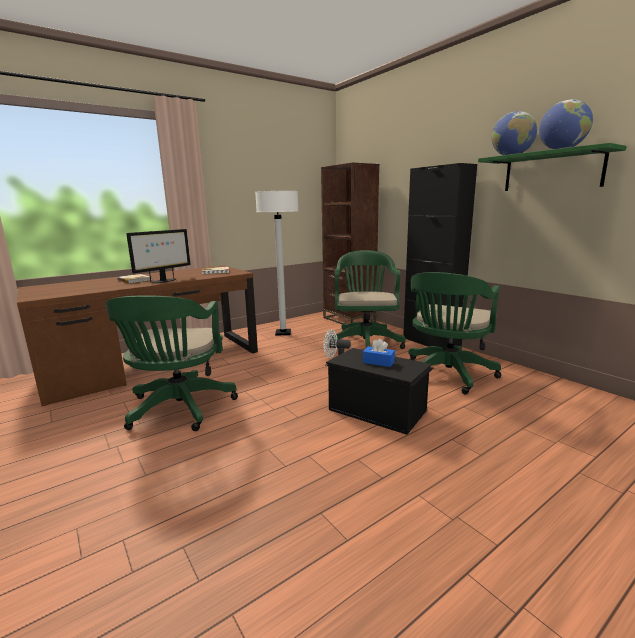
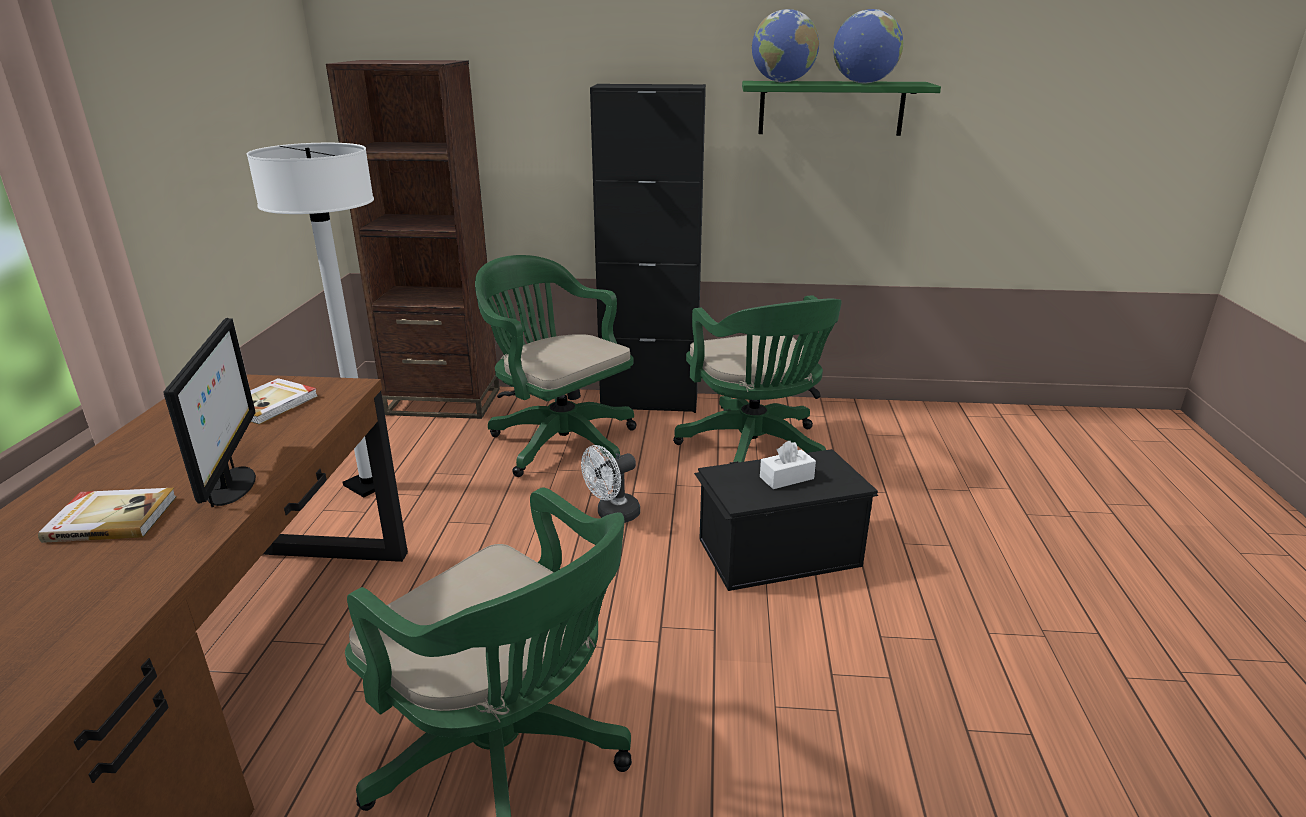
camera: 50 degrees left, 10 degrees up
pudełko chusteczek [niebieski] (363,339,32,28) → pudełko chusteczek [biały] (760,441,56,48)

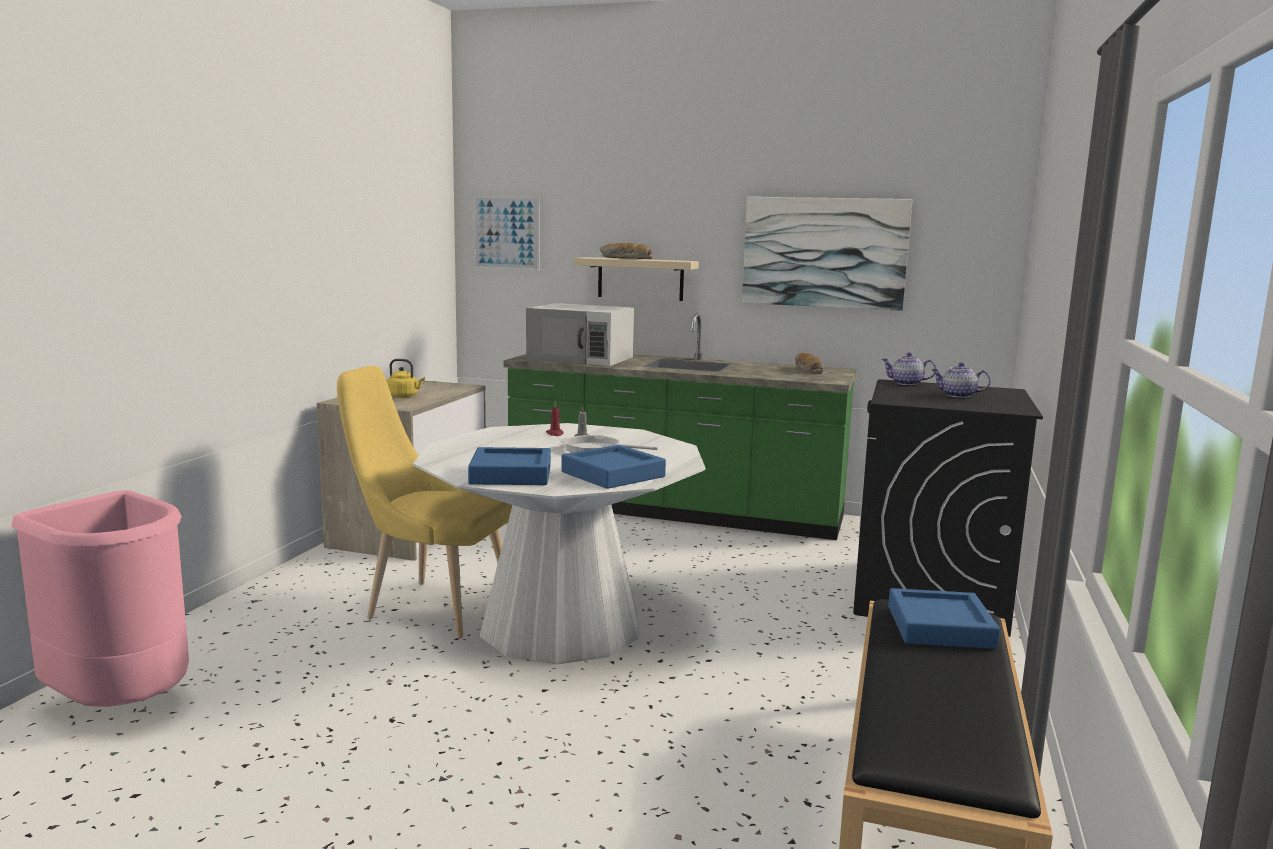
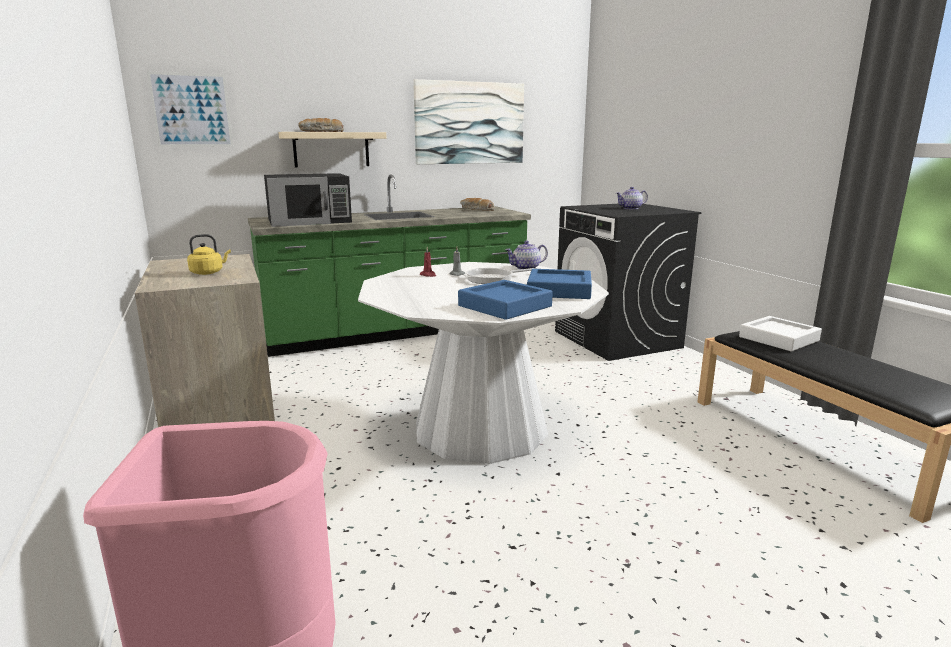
camera: 40 degrees left, 5 degrees up
krzesło [żółty] (337,366,175,272) → -
imbryk (882,352,54,33) → imbryk (505,241,43,28), shifted
mikrofalówka [biały] (526,303,108,63) → mikrofalówka [czarny] (264,173,88,54)
taca [niebieski] (888,588,112,61) → taca [biały] (739,316,83,35)

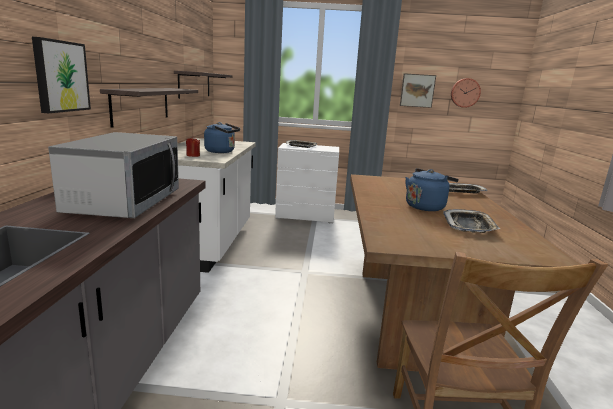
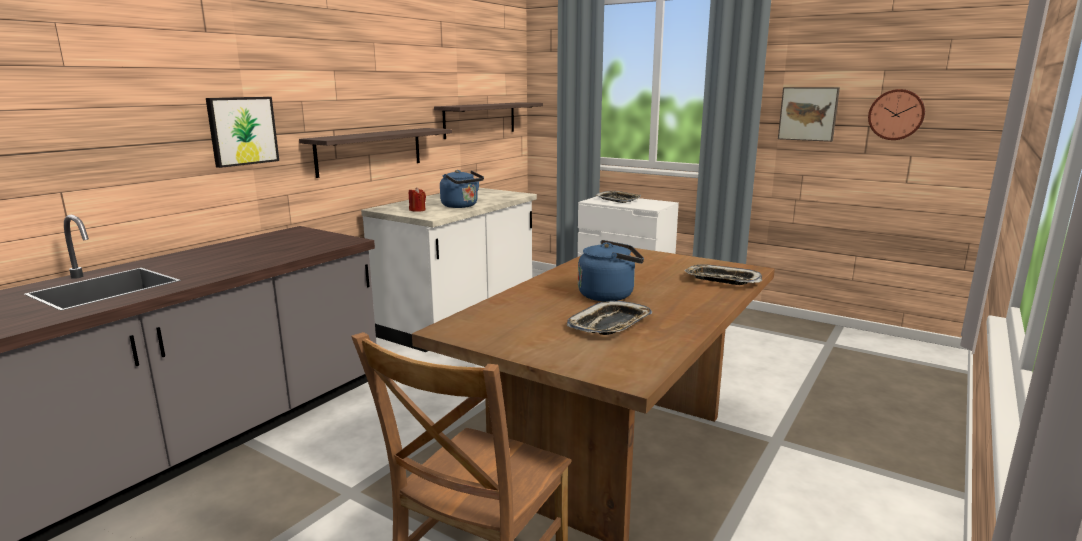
camera: 30 degrees right, 0 degrees up
mikrofalówka (48,132,131,86) → -

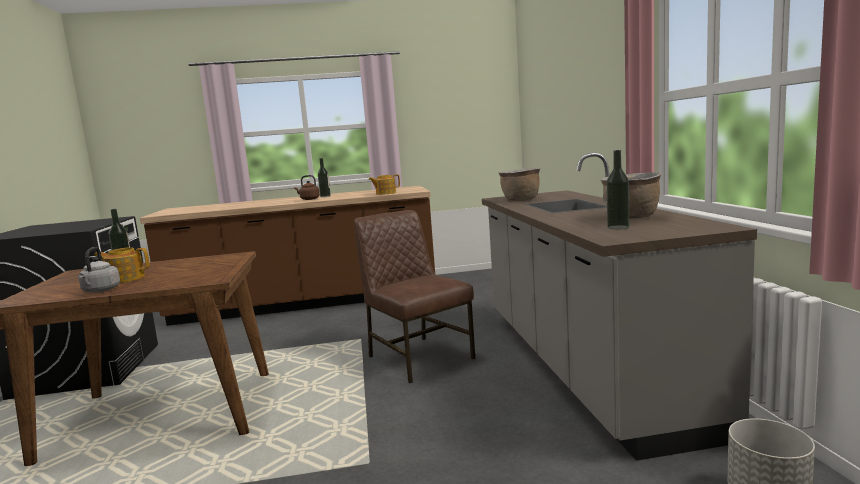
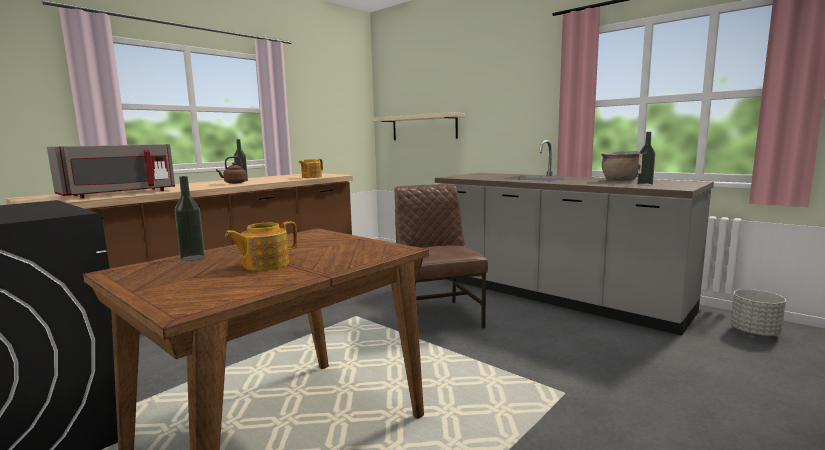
camera: 40 degrees left, 0 degrees up
czajnik [szary] (78,247,42,45) → -
garnek [brązowy] (498,168,42,33) → -
- → mikrofalówka [szary] (47,144,128,54)
- → półka [beżowy] (373,112,92,28)
krzesło [brązowy] (354,210,122,173) → krzesło [brązowy] (394,184,94,144), 60 degrees clockwise

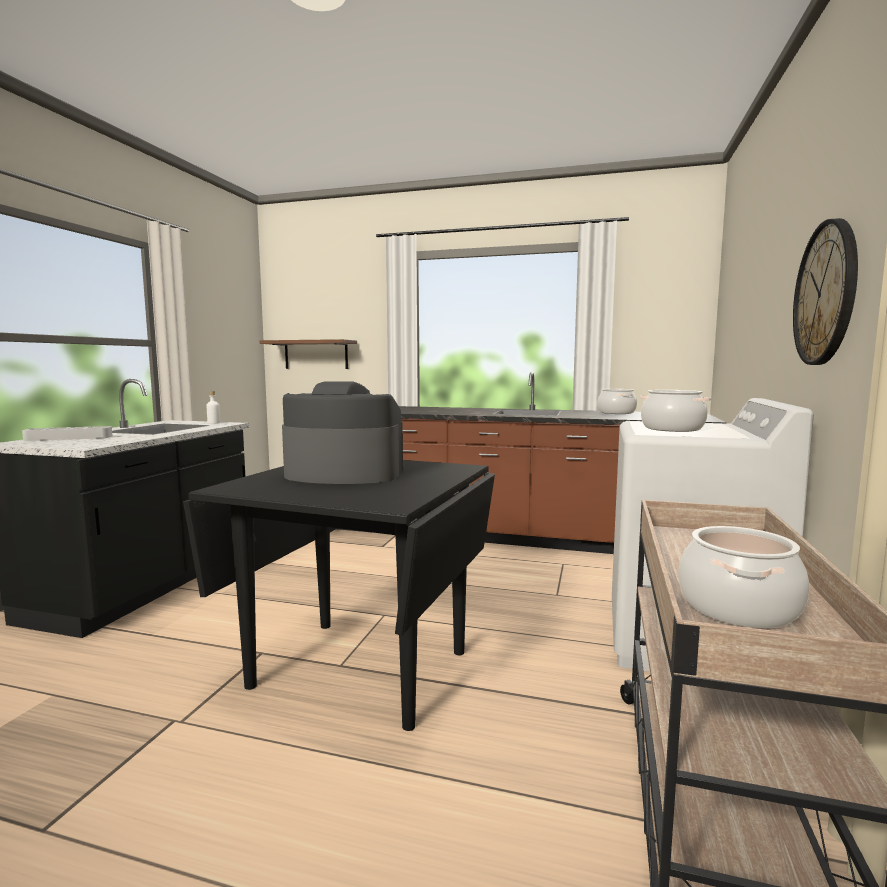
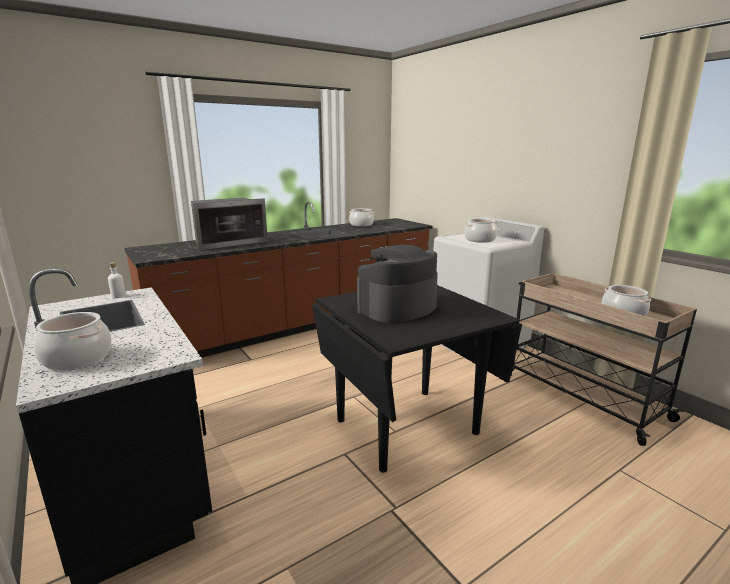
camera: 50 degrees left, 10 degrees up
półka (259,339,98,30) → -
zegar ścienny (793,218,65,147) → -
- → mikrofalówka (191,198,77,52)
taca [szary] (22,426,91,15) → garnek (33,312,79,58)

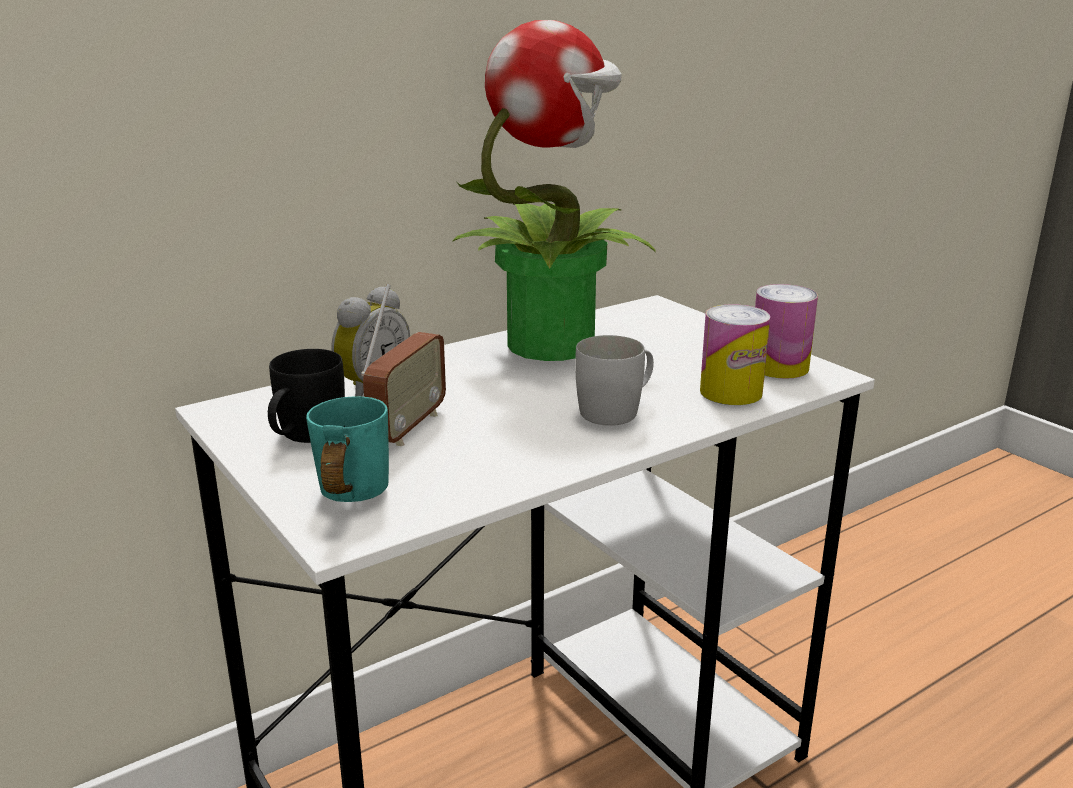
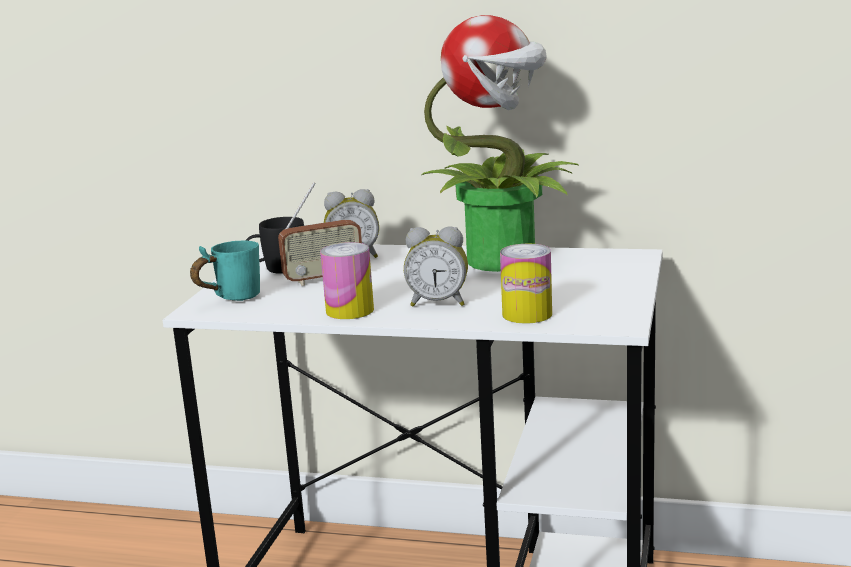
camera: 50 degrees right, 5 degrees down
puszka (755,284,63,95) → puszka (320,242,54,77), shifted
kubek [biały] (575,335,79,91) → budzik (404,226,64,80)

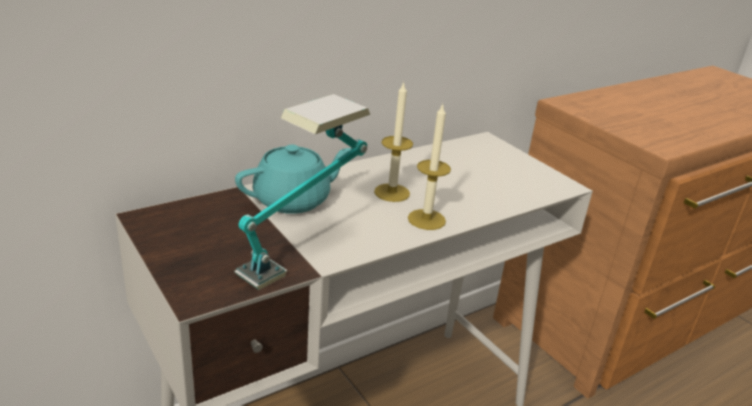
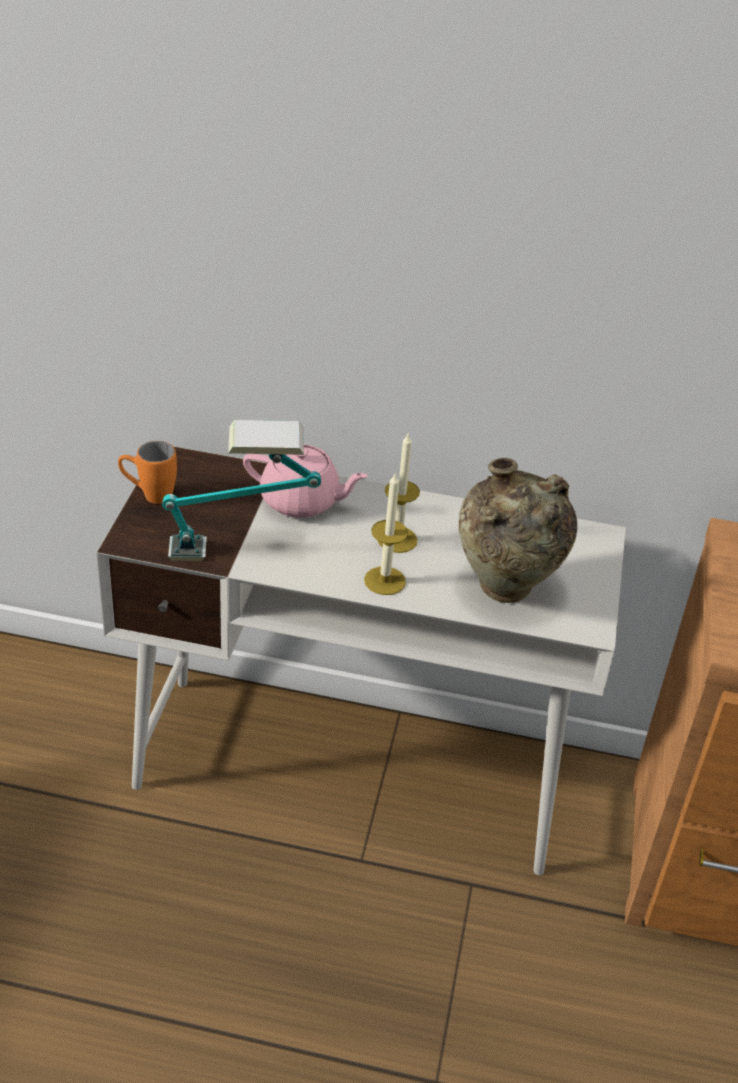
camera: 45 degrees right, 10 degrees up
- → kubek [pomarańczowy] (118,441,59,63)
- → wazon [beżowy] (459,458,118,145)
imbryk [turkusowy] (235,144,116,70) → imbryk [różowy] (243,444,125,74)

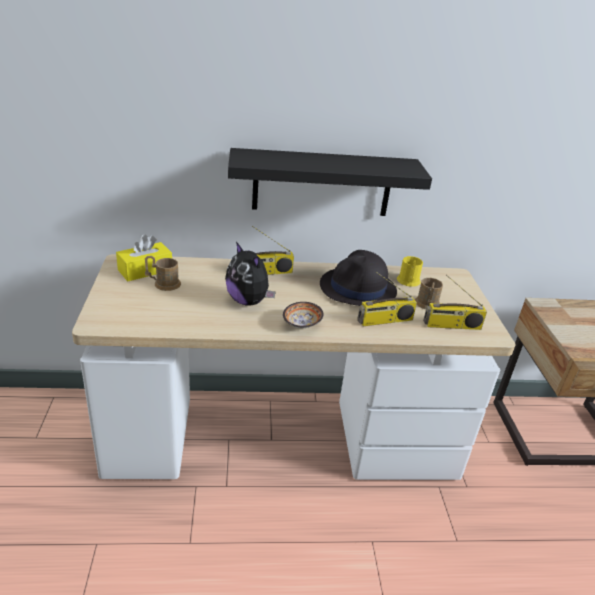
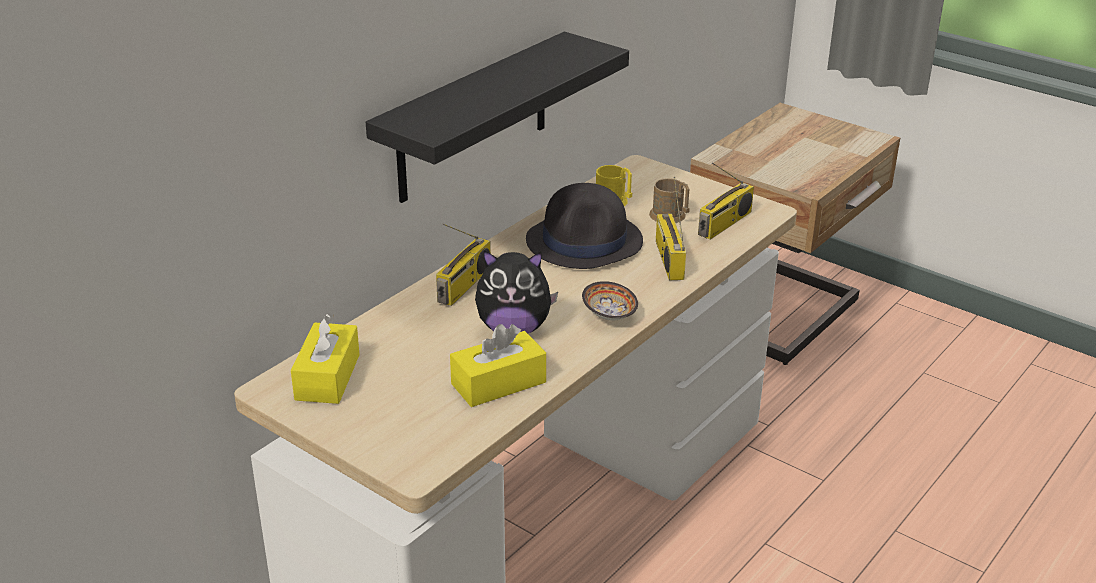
camera: 45 degrees left, 0 degrees up
kubek [brązowy] (145,256,36,35) → -
- → pudełko chusteczek [żółty] (450,324,96,83)
radio (357,272,60,54) → radio (656,177,30,104), 150 degrees clockwise

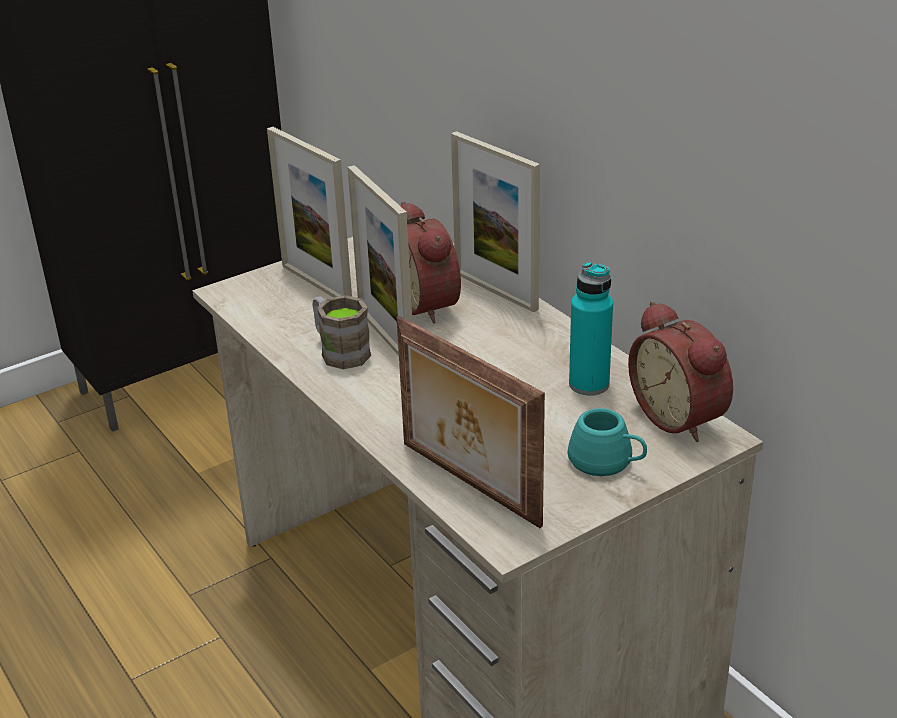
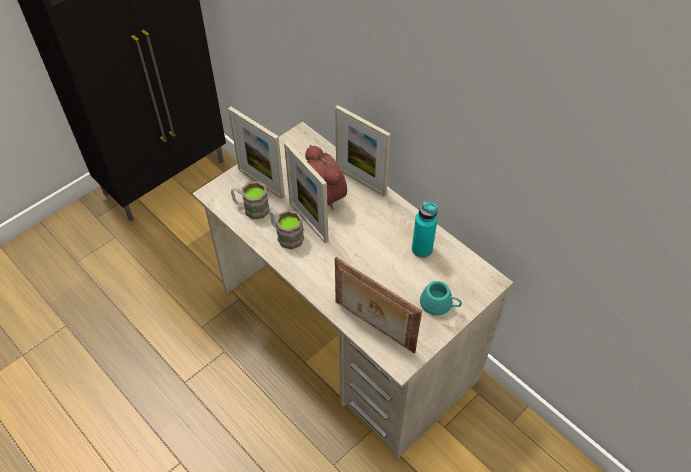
camera: 10 degrees left, 20 degrees up
budzik (628,301,105,141) → -
- → kubek [brązowy] (231,181,39,39)

